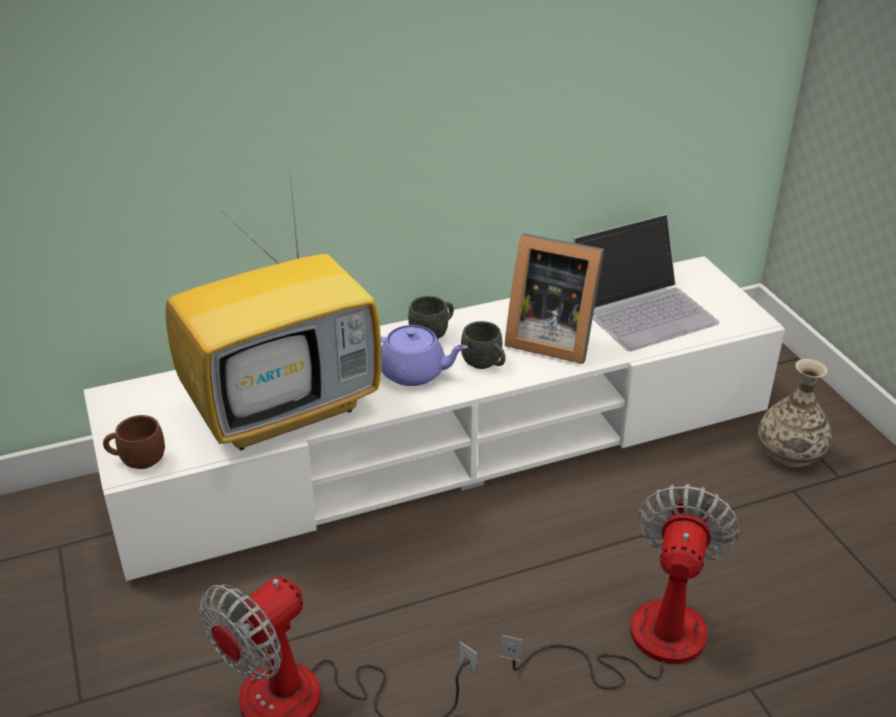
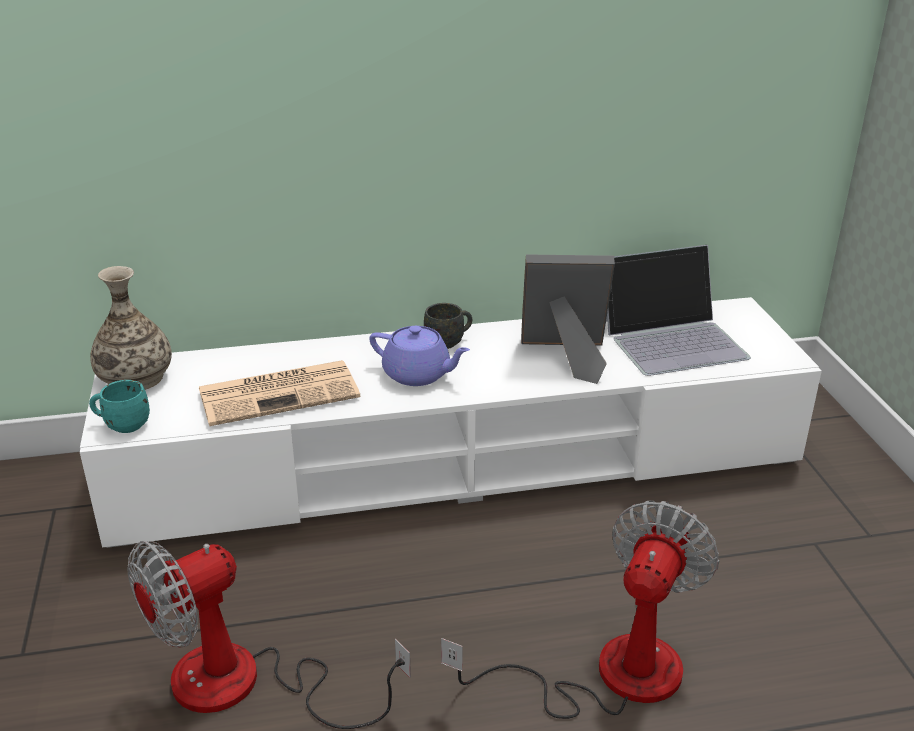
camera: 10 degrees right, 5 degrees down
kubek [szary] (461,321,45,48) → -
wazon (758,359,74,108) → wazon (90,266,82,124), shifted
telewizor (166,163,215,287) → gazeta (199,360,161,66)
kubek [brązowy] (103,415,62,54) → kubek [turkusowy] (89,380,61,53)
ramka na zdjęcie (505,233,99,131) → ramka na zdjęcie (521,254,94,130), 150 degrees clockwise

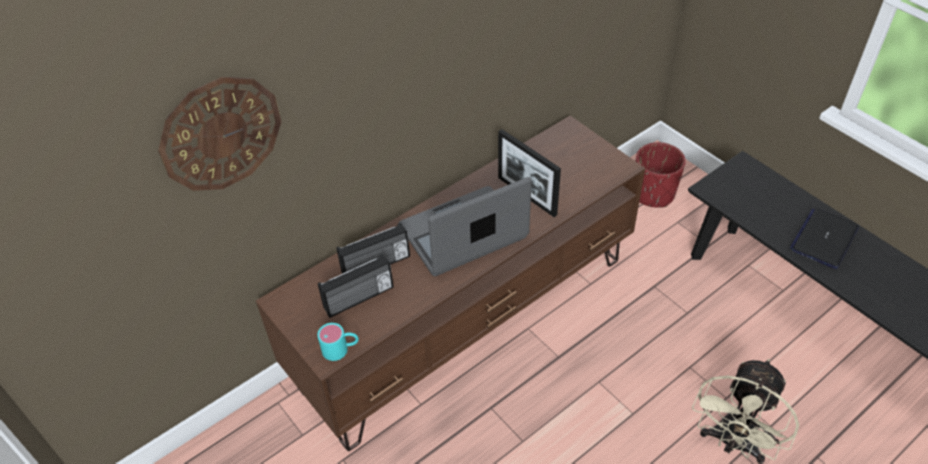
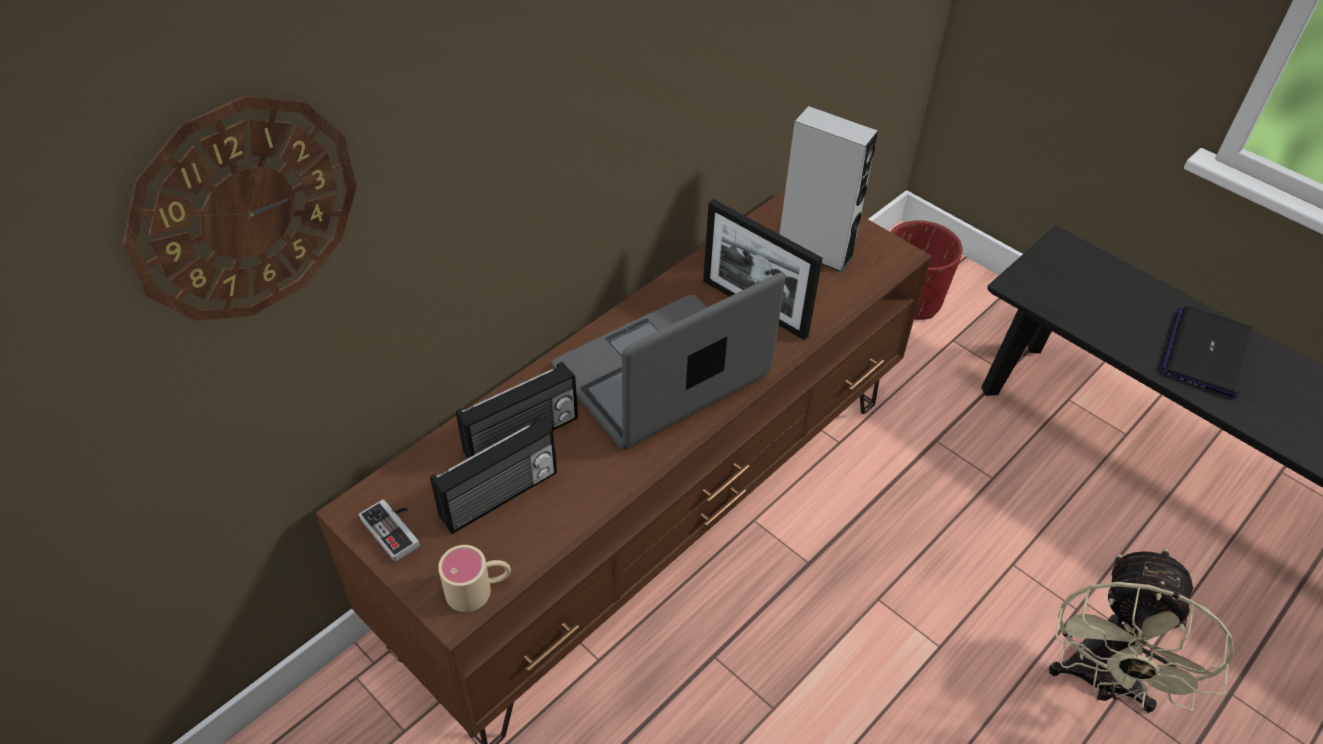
camera: 10 degrees left, 0 degrees up
- → pad do gier (359,499,61,63)
- → głośnik [szary] (780,106,98,166)
kubek [turkusowy] (317,323,42,38) → kubek [beżowy] (438,545,73,67)

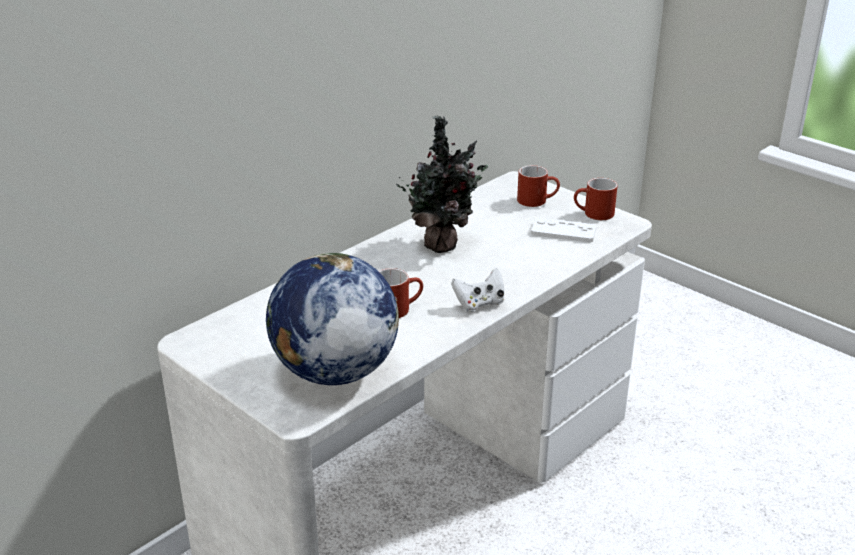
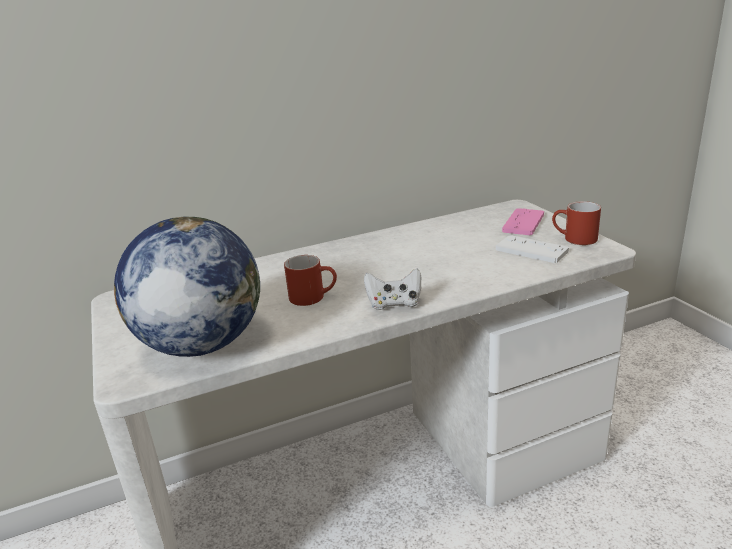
camera: 25 degrees right, 5 degrees down
roślina doniczkowa (396,115,92,138) → -
kubek [czerwony] (517,165,43,42) → pad do gier [różowy] (502,208,42,27)

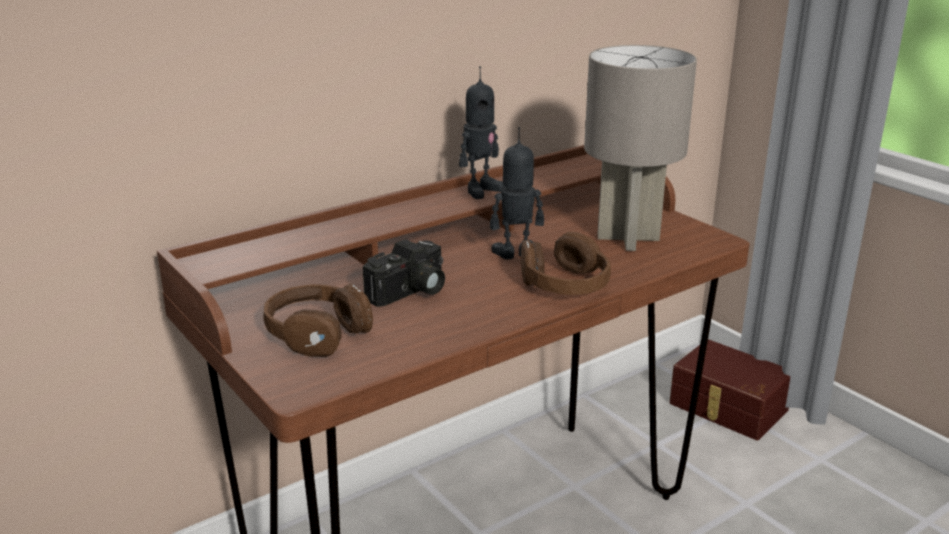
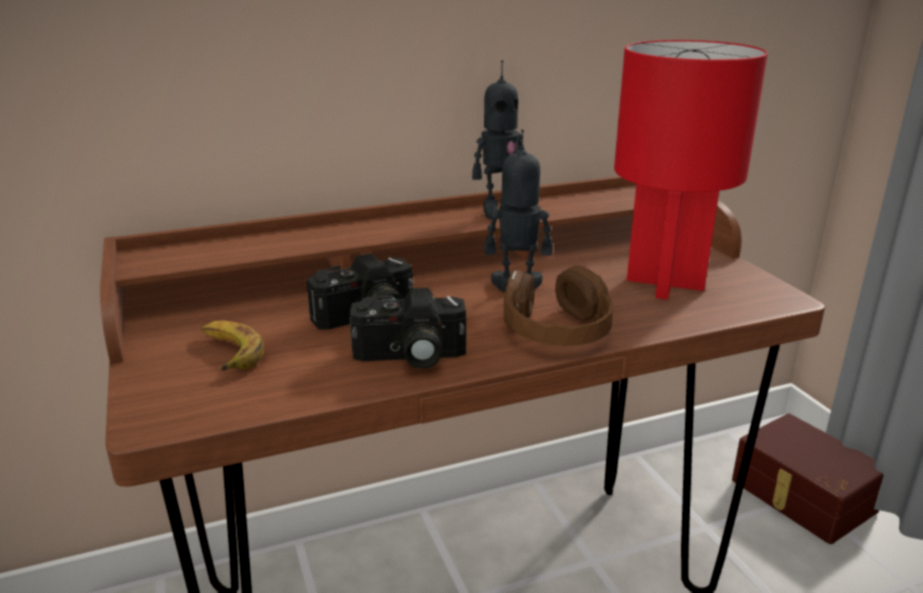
camera: 15 degrees right, 0 degrees up
- → aparat fotograficzny (350,288,116,81)
słuchawki [brązowy] (263,284,110,73) → banan (201,321,63,50)
lampa stołowa [szary] (584,45,113,206) → lampa stołowa [czerwony] (614,40,154,260)

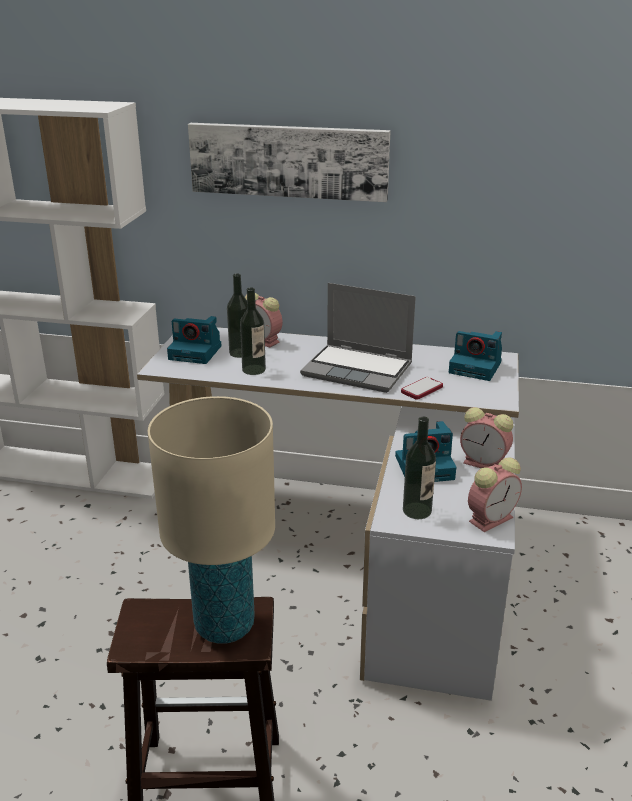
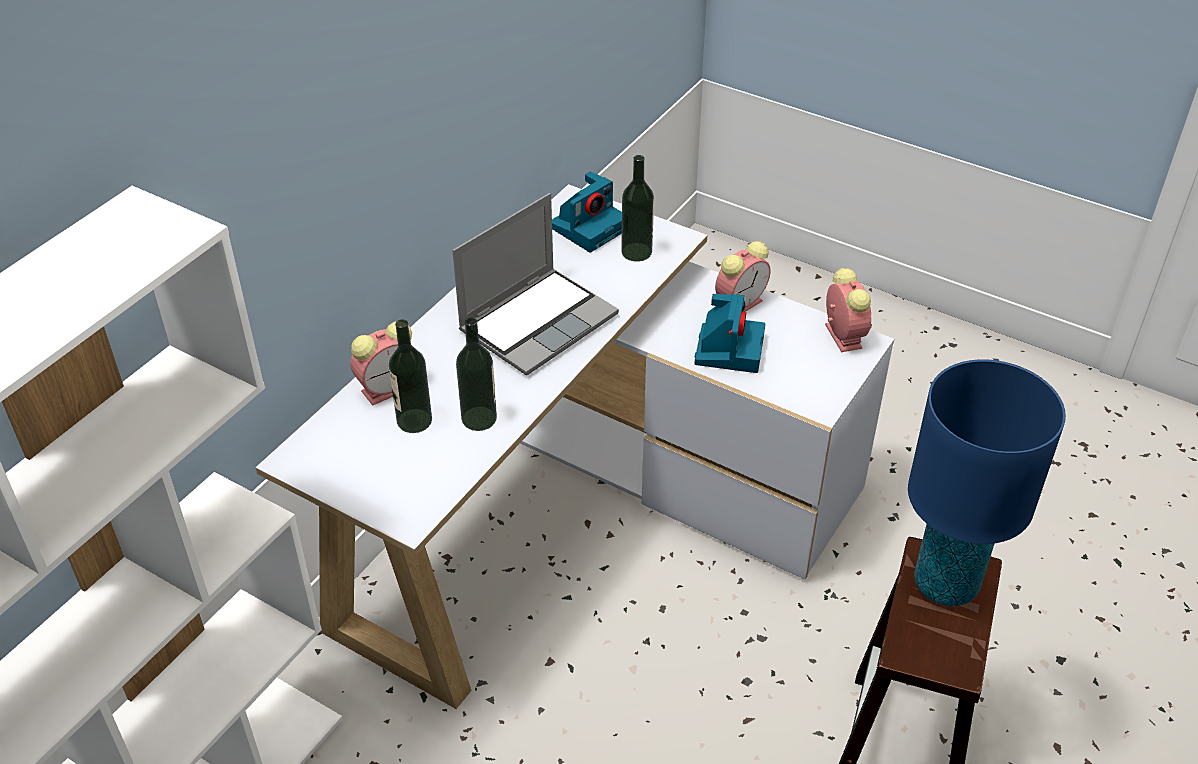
camera: 70 degrees left, 15 degrees up
aparat fotograficzny (167,316,54,48) → -
obraz (188,123,203,79) → -
telefon (401,377,42,23) → -
butelka (403,417,33,102) → butelka (621,155,33,107), shifted
lampa stołowa [beżowy] (148,396,127,248) → lampa stołowa [niebieski] (908,359,158,247)

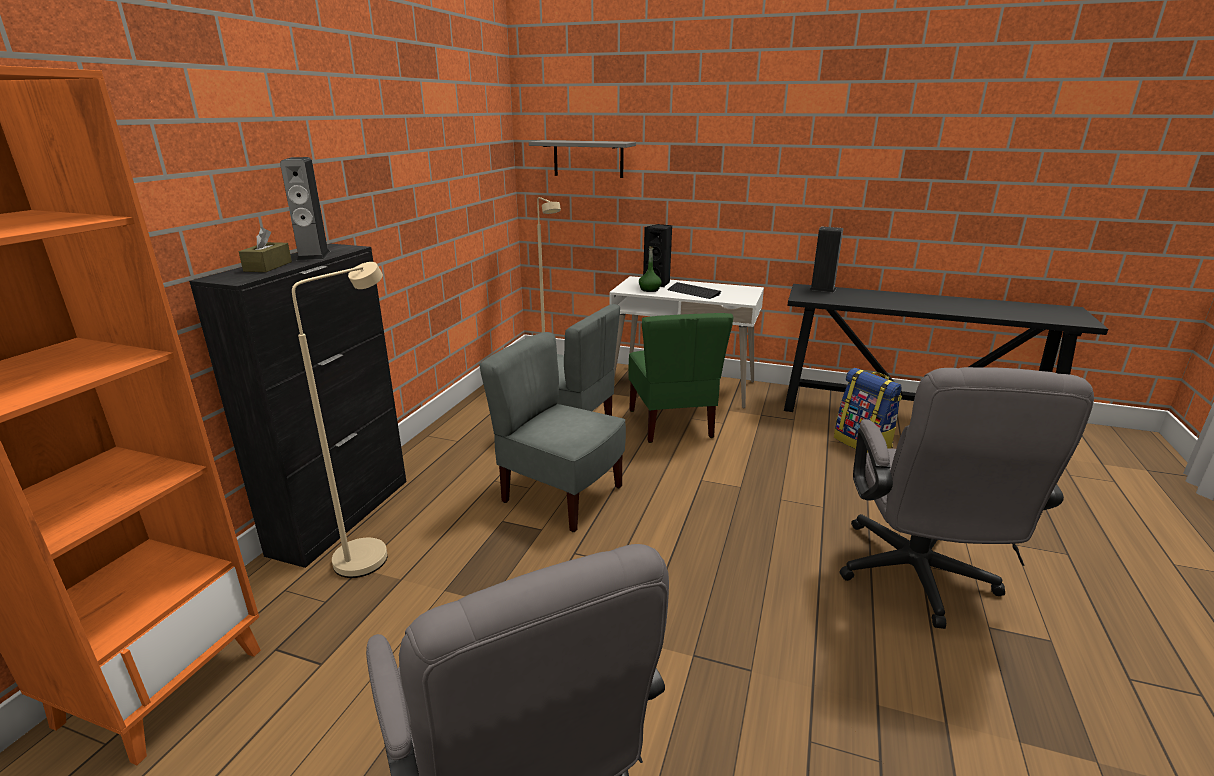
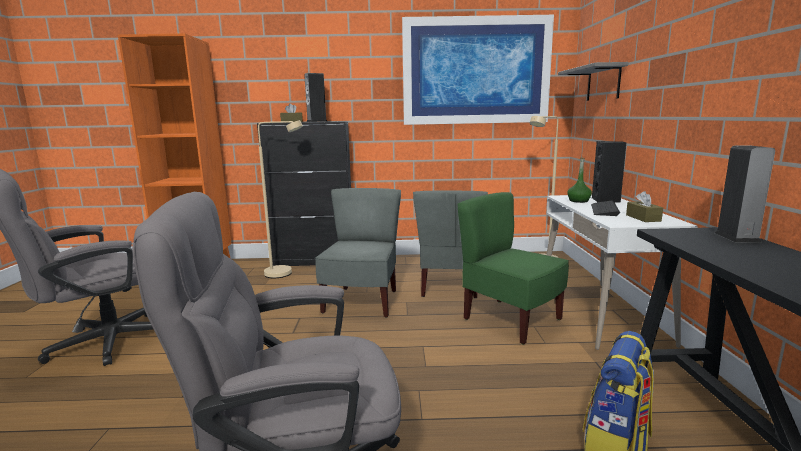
camera: 70 degrees right, 10 degrees down
- → obraz (402,15,152,110)
- → pudełko chusteczek [brązowy] (626,191,37,31)
krzesło [zielony] (629,313,105,130) → krzesło [zielony] (458,192,111,153), 75 degrees clockwise

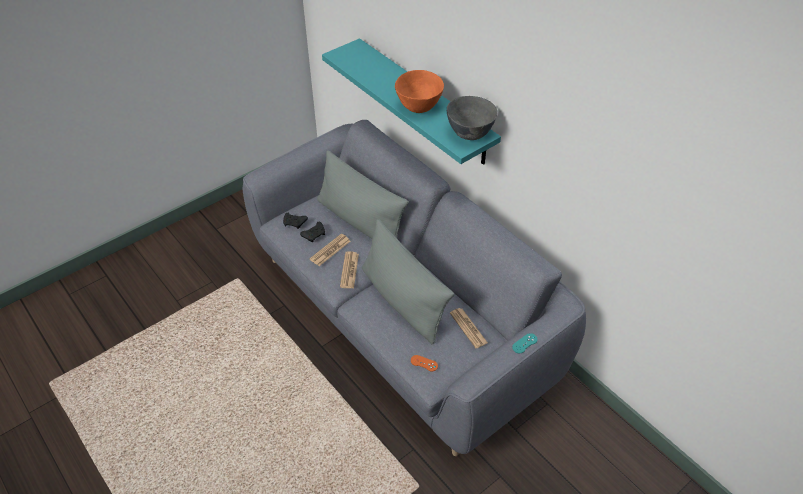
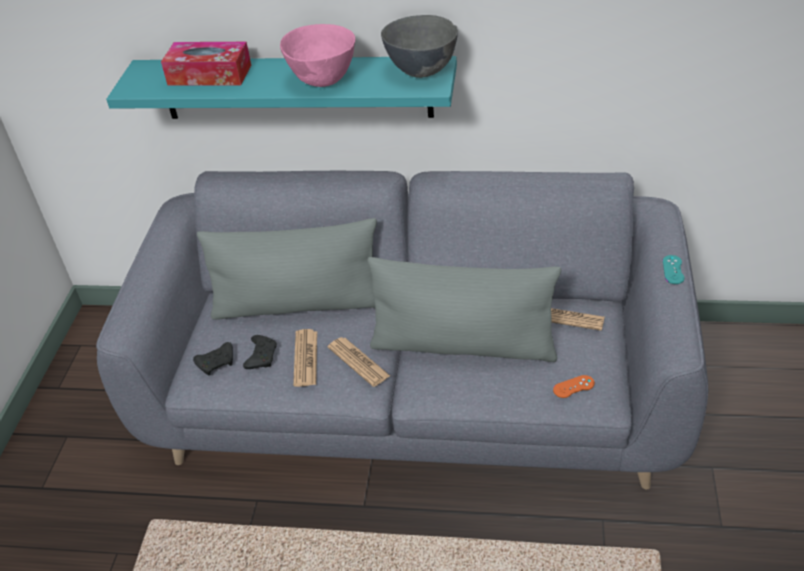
camera: 40 degrees left, 5 degrees down
- → pudełko chusteczek (161,42,90,43)
miska [pomarańczowy] (395,70,49,43) → miska [różowy] (280,24,75,63)

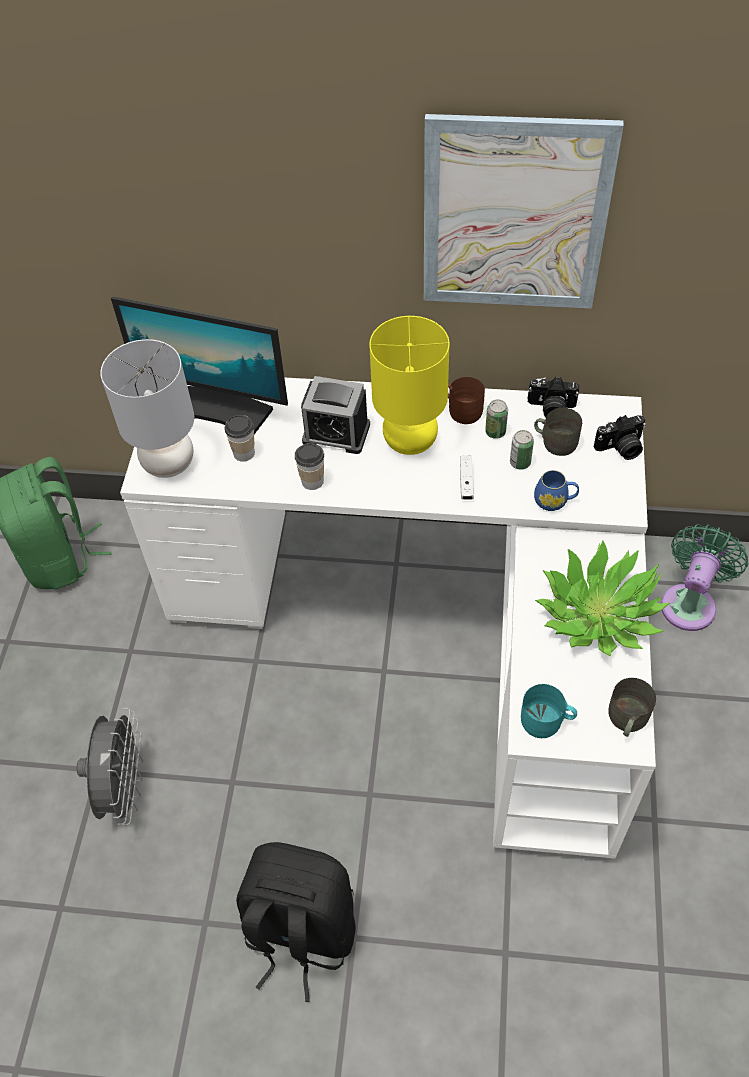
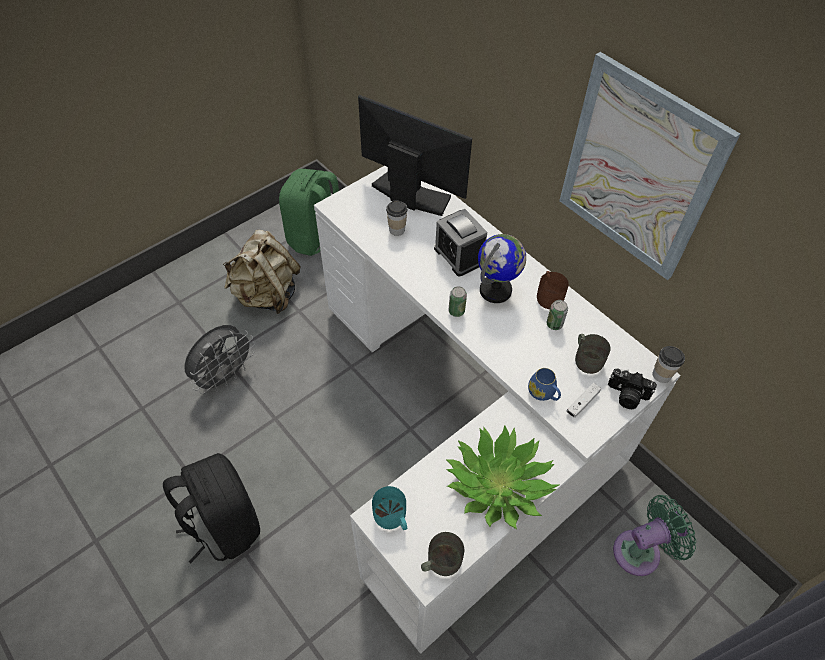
camera: 40 degrees right, 0 degrees up
lampa stołowa [szary] (100,339,94,139) → -
aparat fotograficzny (528,377,51,41) → -
- → plecak [beżowy] (223,230,78,84)
filiżanka (295,443,29,47) → filiżanka (652,346,33,37), shifted
pad do gier [biały] (460,456,14,44) → pad do gier [biały] (567,383,34,35), shifted
puszka (510,430,24,40) → puszka (448,286,19,31), shifted
lampa stołowa [żółty] (369,316,81,139) → globus (478,234,48,69)
monitor (111,297,177,137) → monitor (358,95,114,121), 150 degrees clockwise

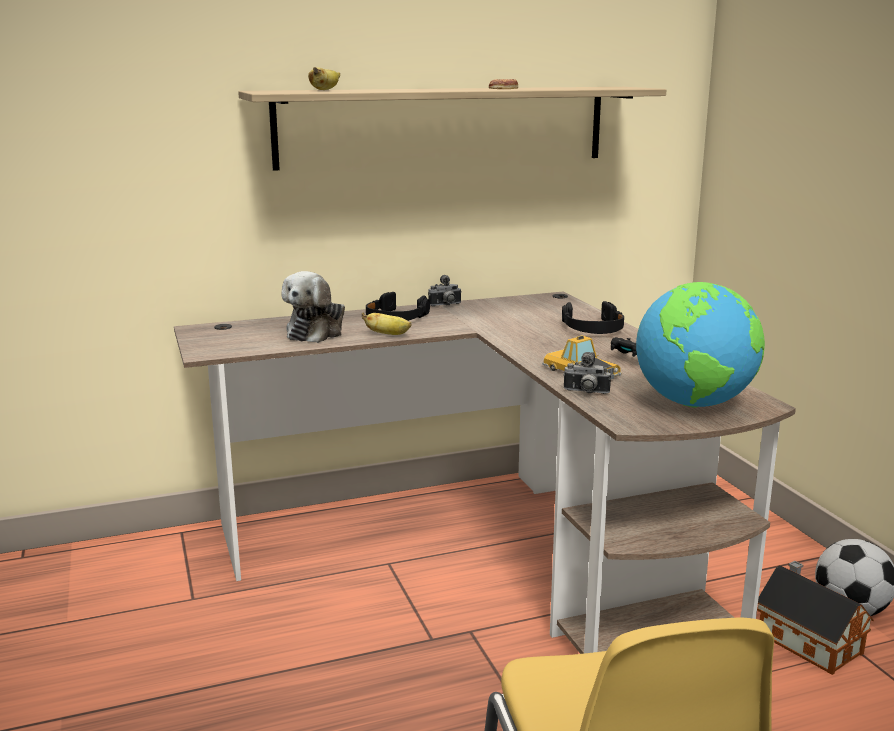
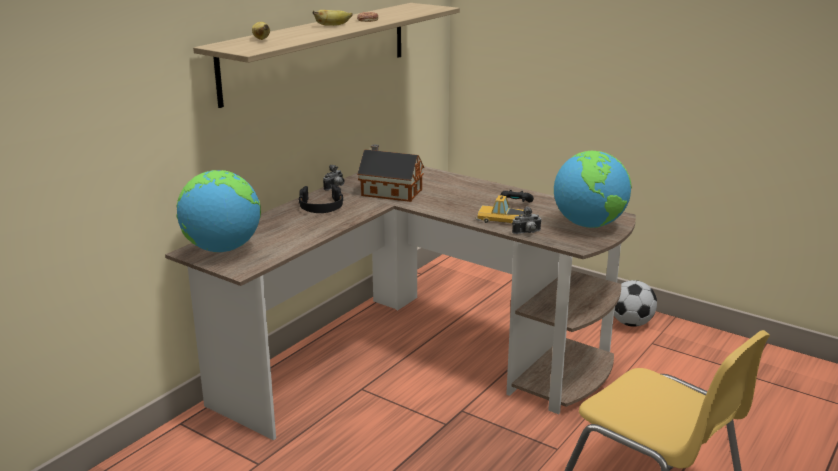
camera: 35 degrees left, 5 degrees up
pluszak (282,271,63,72) → -
słuchawki [czarny] (562,301,62,33) → -
- → globus (176,170,85,82)
banan (362,312,49,23) → banan (313,10,40,16), shifted
domek (757,561,117,114) → domek (357,144,67,58), shifted

